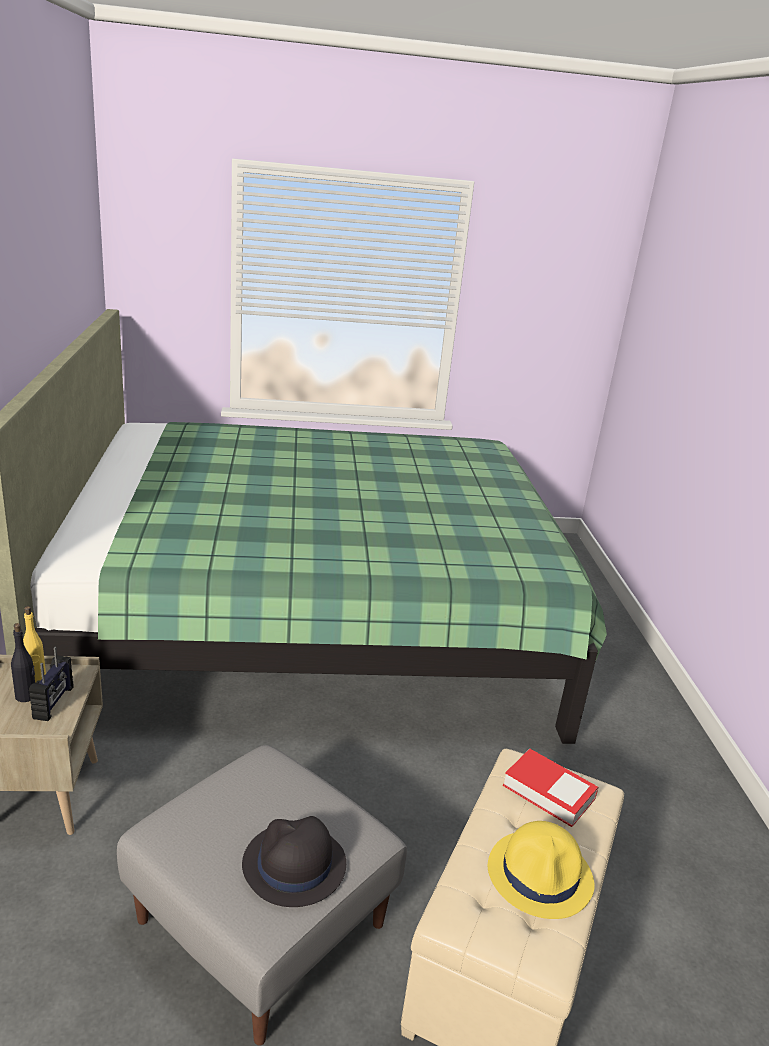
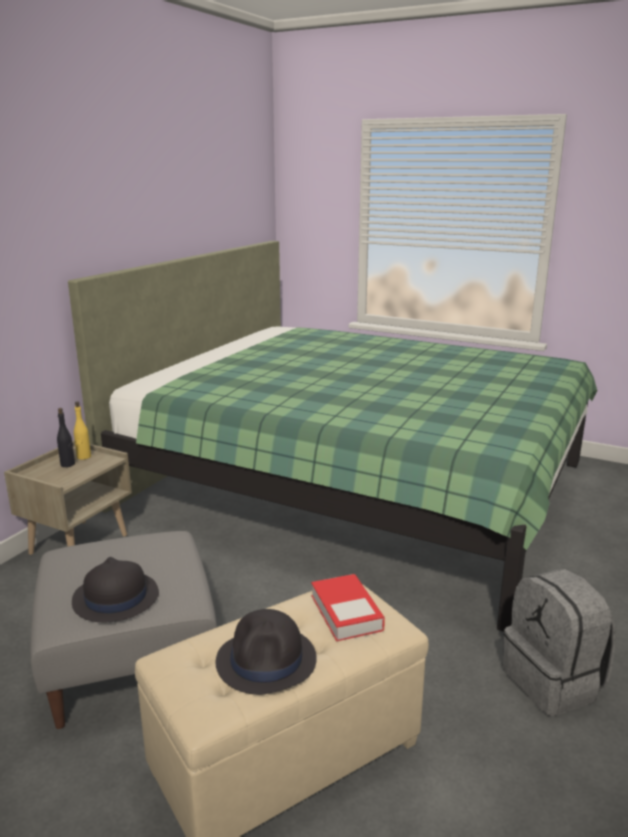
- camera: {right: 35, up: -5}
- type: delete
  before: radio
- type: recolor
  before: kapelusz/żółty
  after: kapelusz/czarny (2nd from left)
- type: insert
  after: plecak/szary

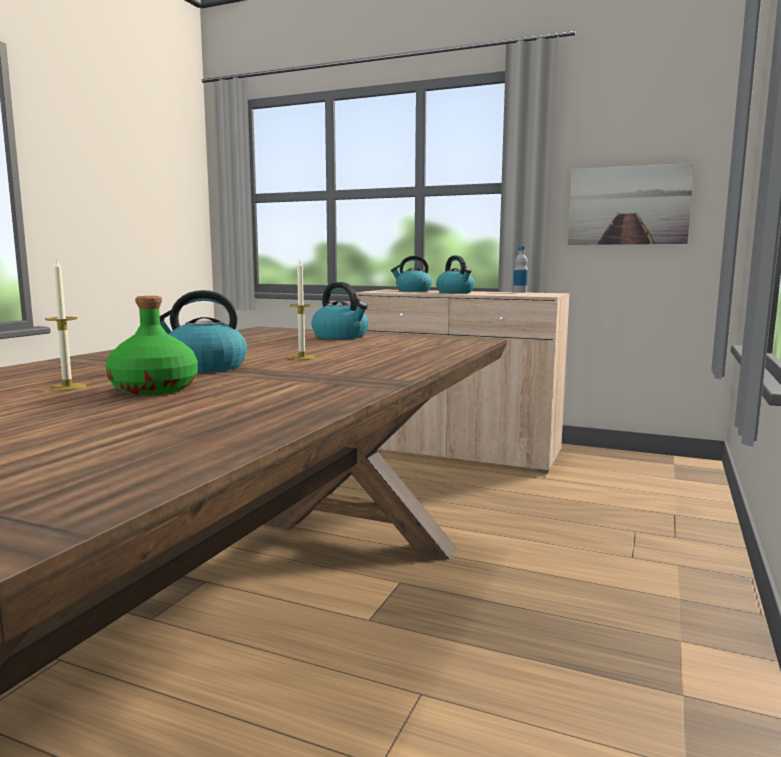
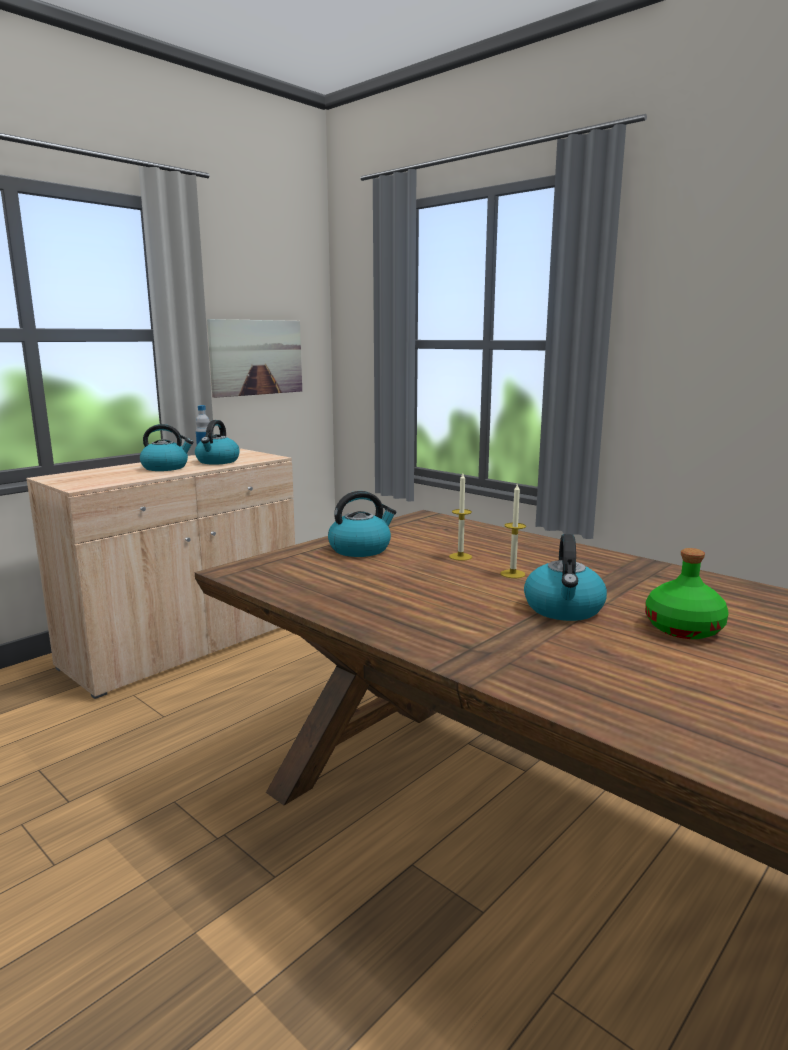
- camera: {right: -70, up: 5}
- type: move
  before: świeca (1st from left)
- type: move
  before: czajnik (3rd from left in the first image)
  after: czajnik (2nd from left)

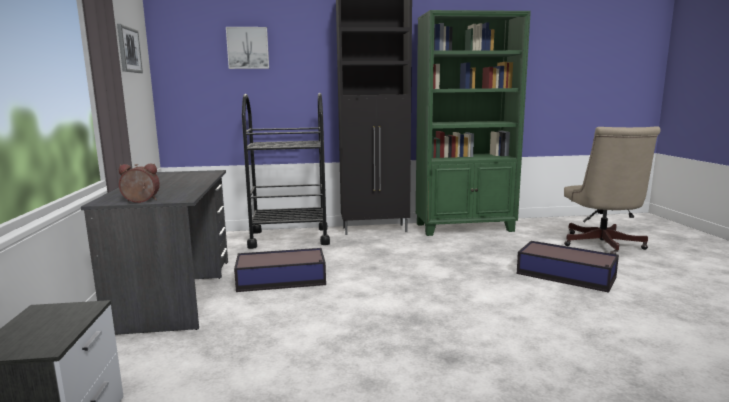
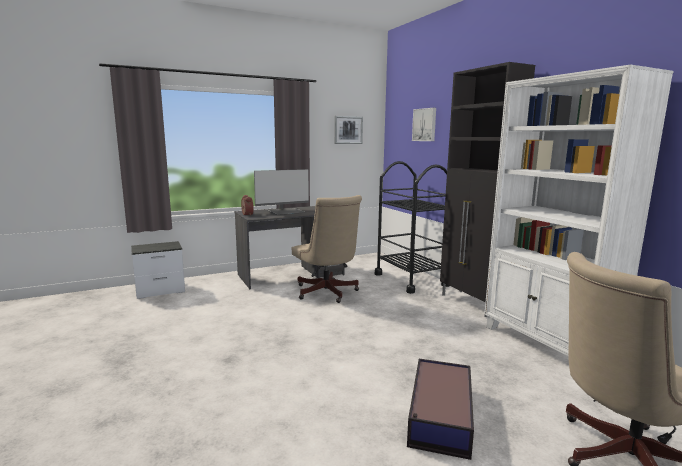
- camera: {right: 70, up: 0}
- type: replace
  before: pojemnik do przechowywania (1st from left)
  after: krzesło biurowe/beżowy (1st from left)
- type: recolor
  before: regał/zielony
  after: regał/biały
- type: insert
  after: monitor

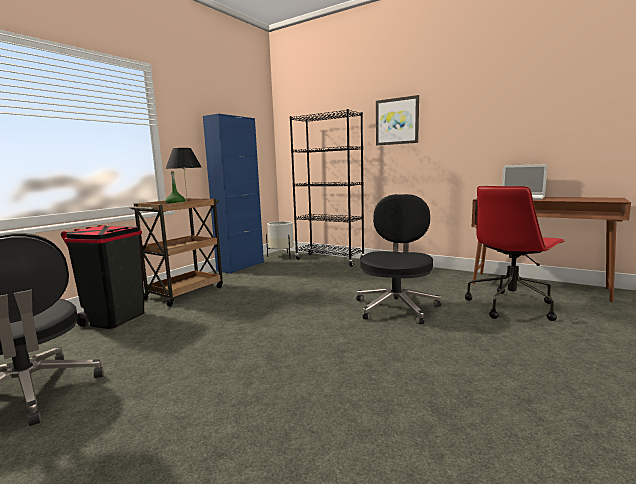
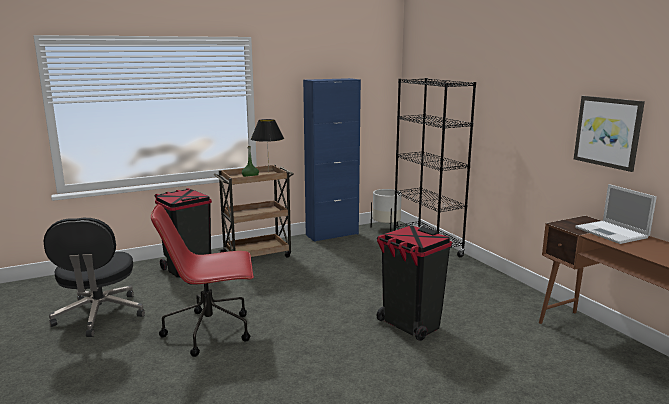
- camera: {right: 30, up: 5}
- type: replace
  before: krzesło biurowe/czarny (2nd from left)
  after: kosz na śmieci/czarny (2nd from left)
- type: move
  before: obraz
- type: move
  before: krzesło biurowe/czerwony

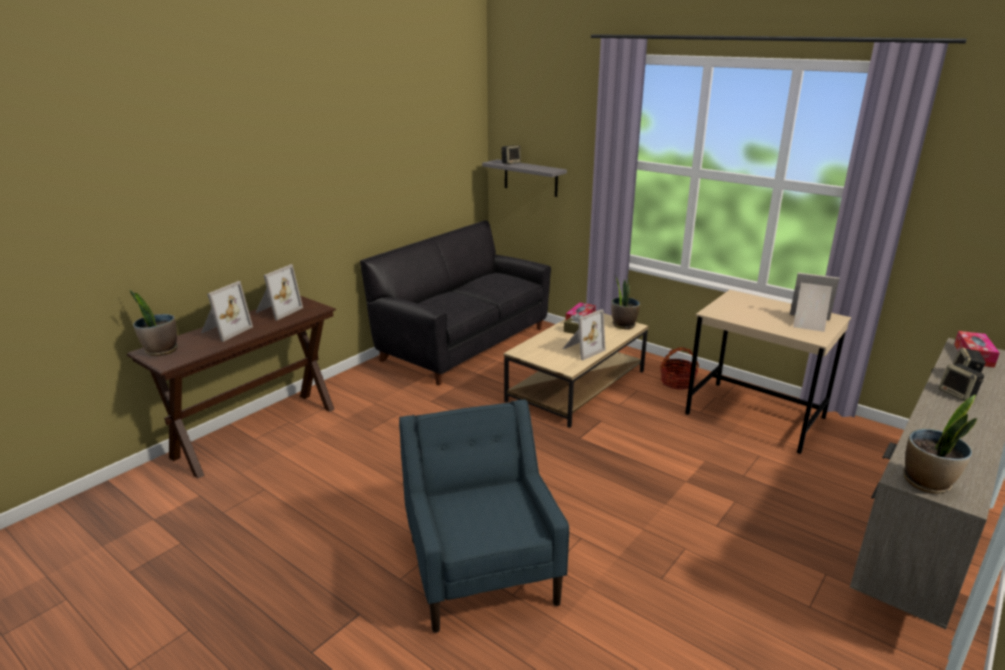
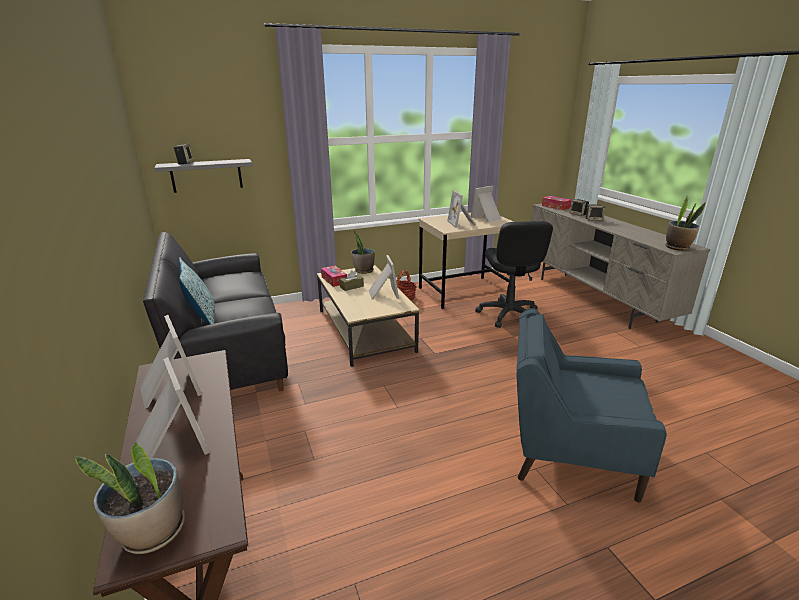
- camera: {right: -60, up: 0}
- type: insert
  after: poduszka
- type: insert
  after: ramka na zdjęcie (4th from left)
- type: insert
  after: krzesło biurowe/czarny

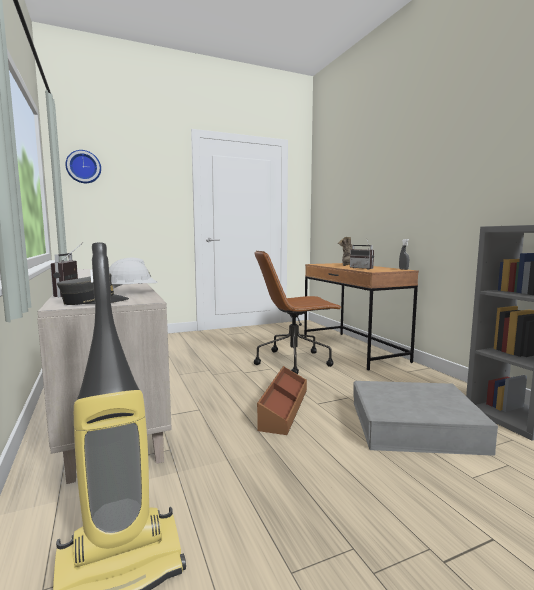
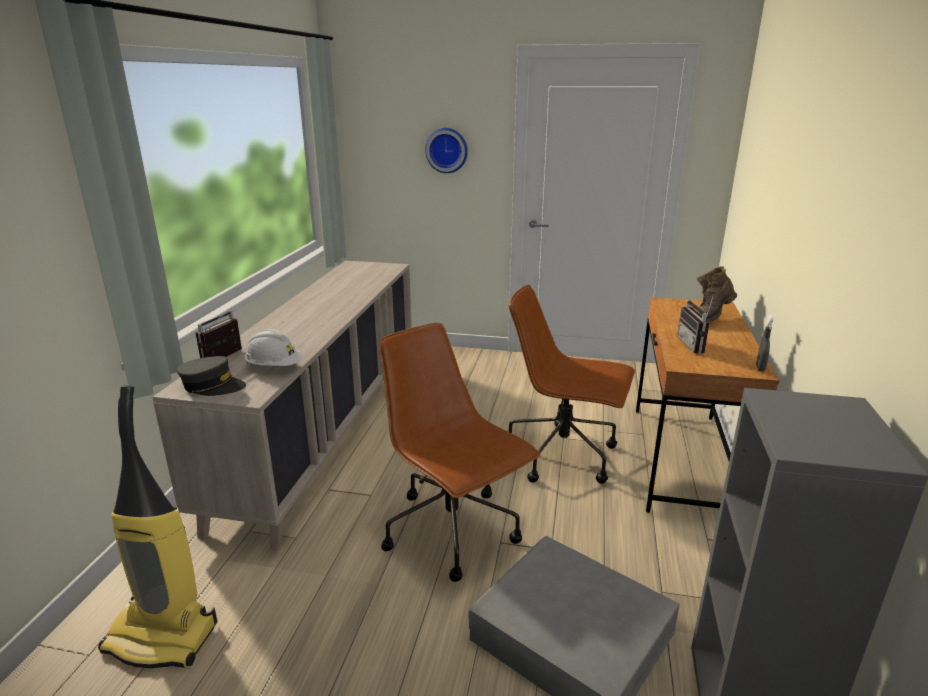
- camera: {right: 35, up: 15}
- type: move
  before: zegar ścienny
- type: replace
  before: pojemnik do przechowywania/brązowy
  after: krzesło biurowe/brązowy (1st from left)

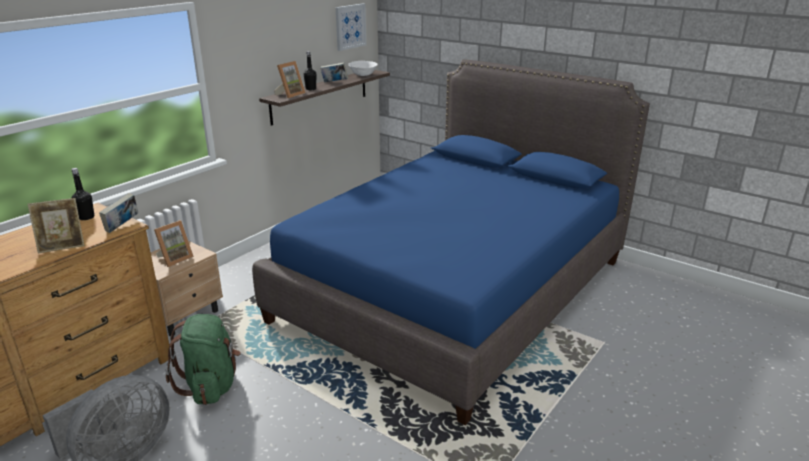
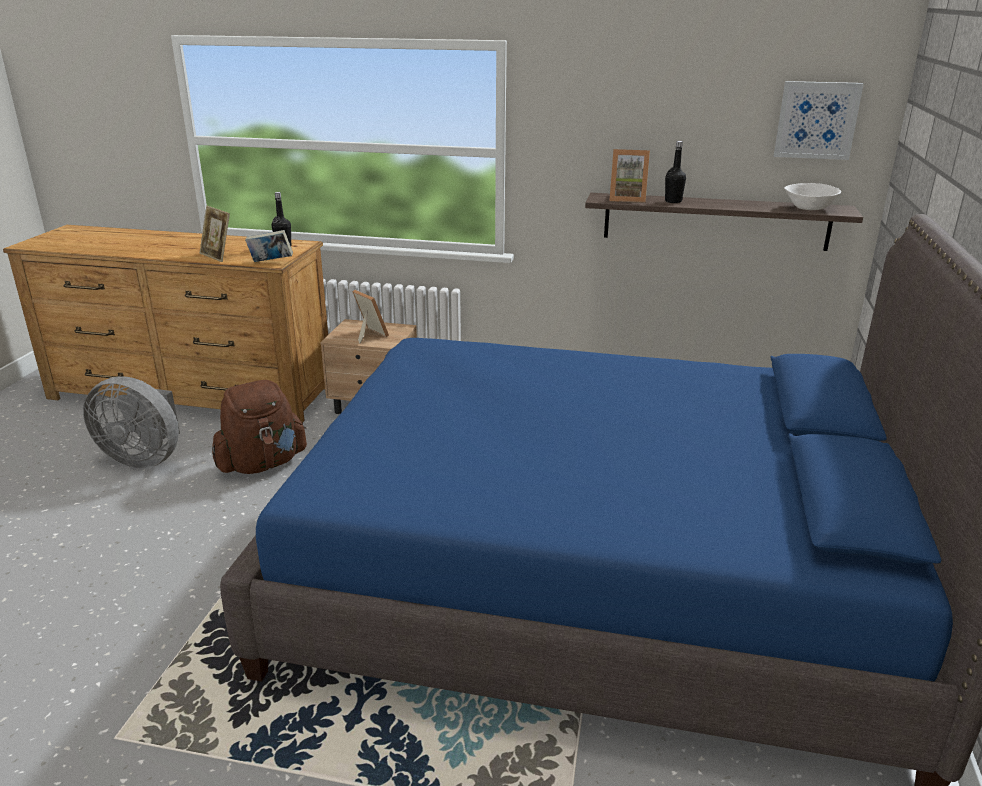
- camera: {right: 65, up: 0}
- type: rotate
  before: ramka na zdjęcie (2nd from left)
  turn: -150
- type: recolor
  before: plecak/zielony
  after: plecak/brązowy
- type: delete
  before: książka (2nd from left)

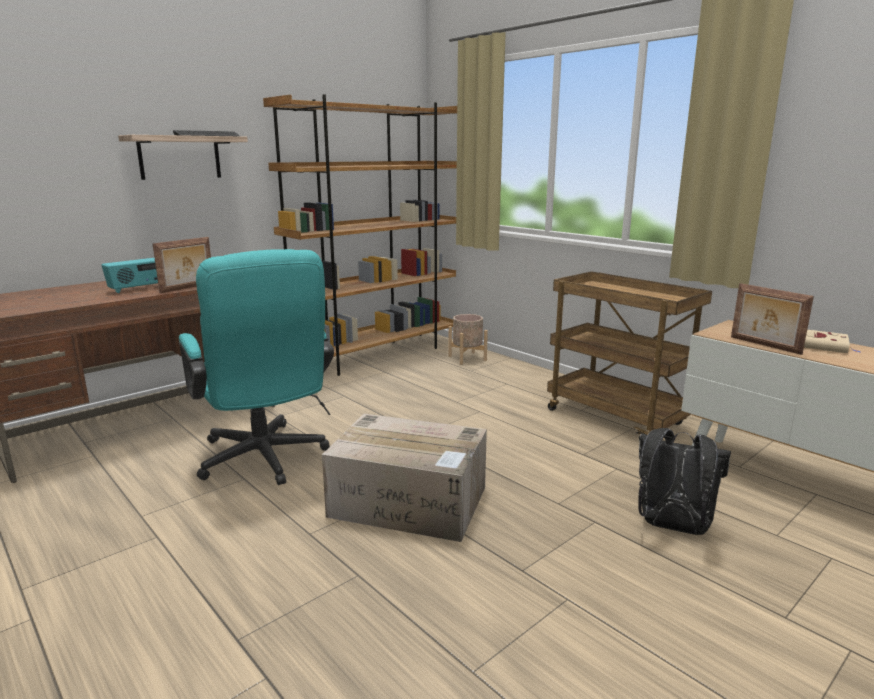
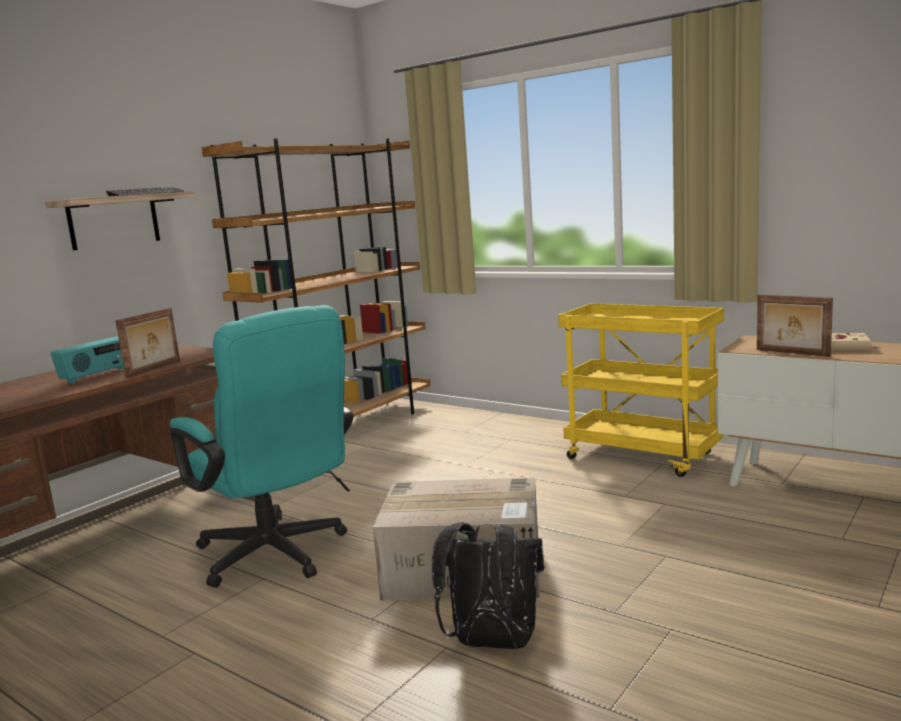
- camera: {right: -10, up: -5}
- type: delete
  before: donica/beżowy
- type: recolor
  before: wózek/brązowy
  after: wózek/żółty
- type: move
  before: plecak/czarny

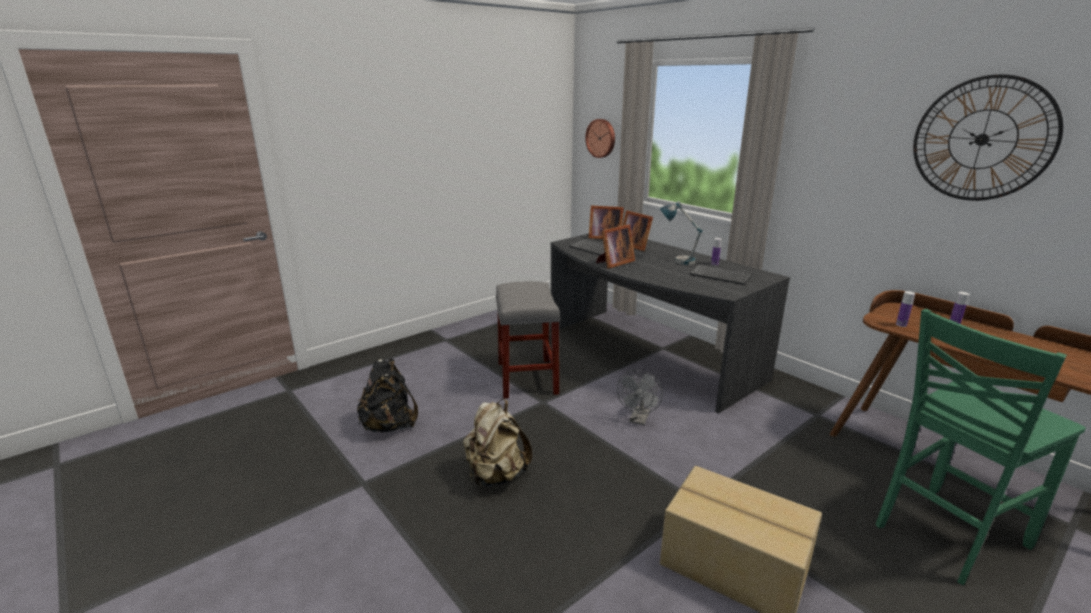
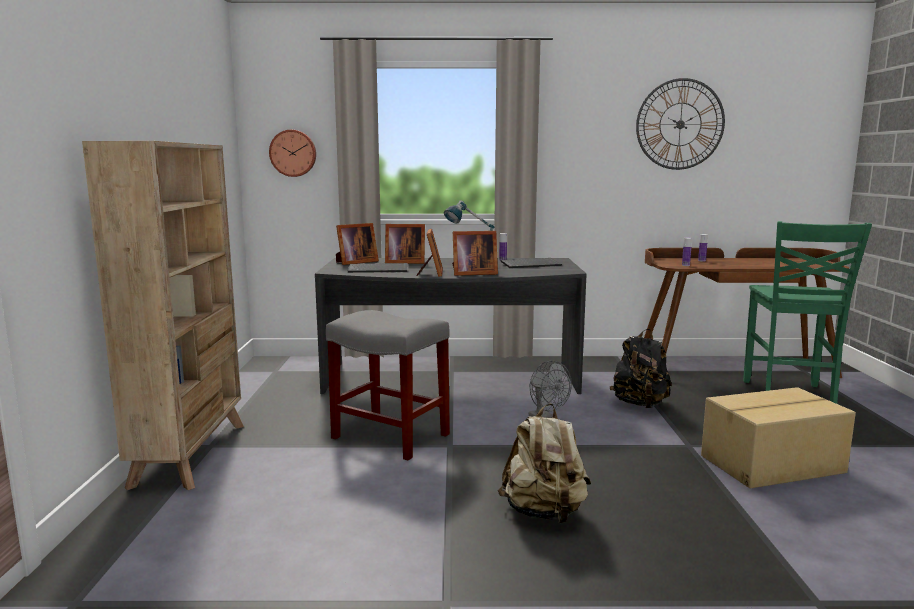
- camera: {right: -50, up: -10}
- type: move
  before: plecak/czarny
- type: insert
  after: regał/beżowy
- type: insert
  after: ramka na zdjęcie (4th from left)

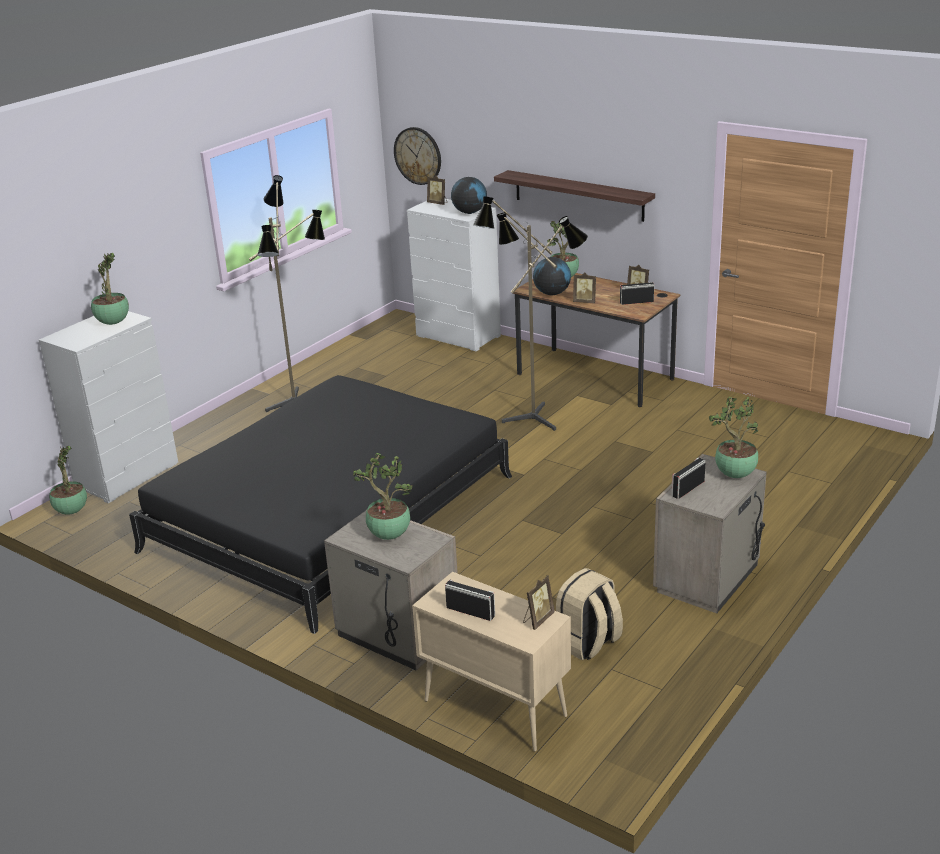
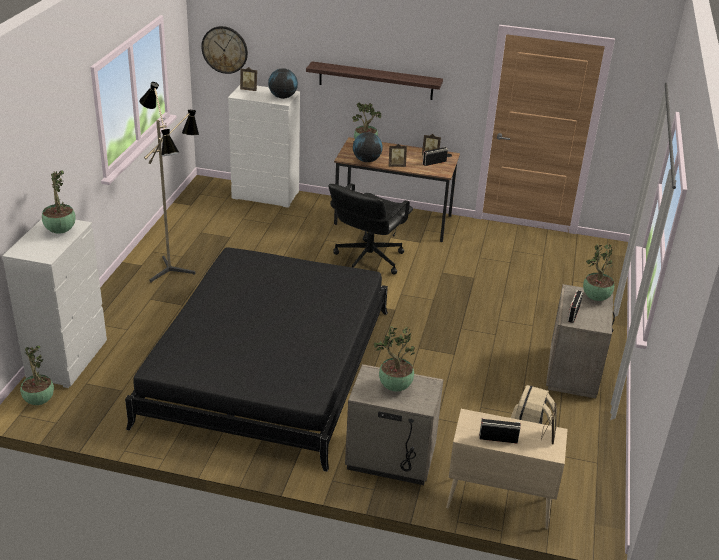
- camera: {right: -25, up: 5}
- type: replace
  before: lampa stojąca (2nd from left)
  after: krzesło biurowe/czarny

